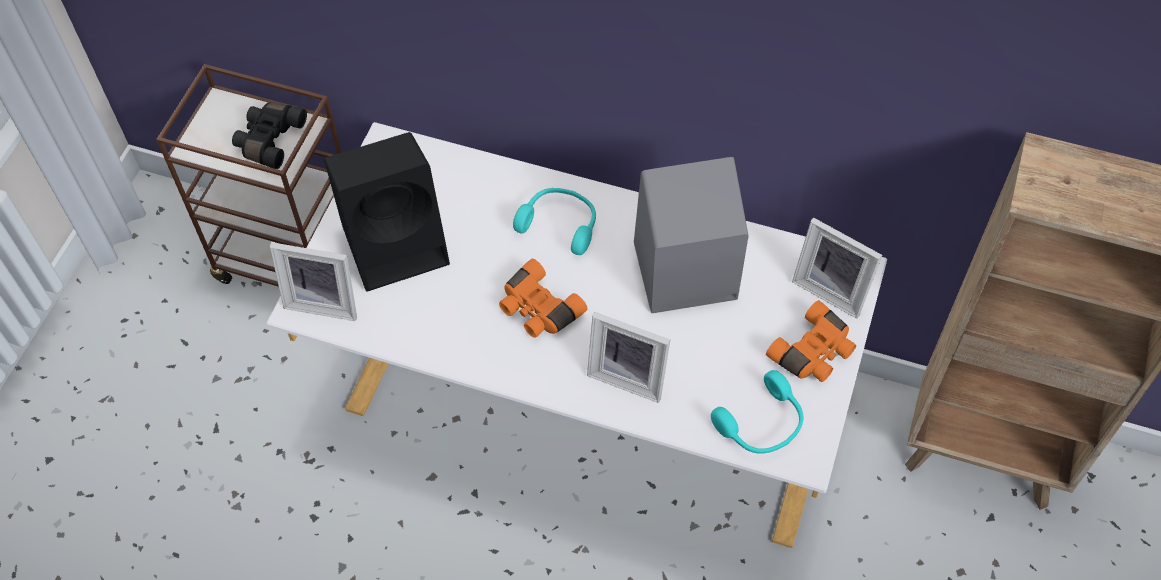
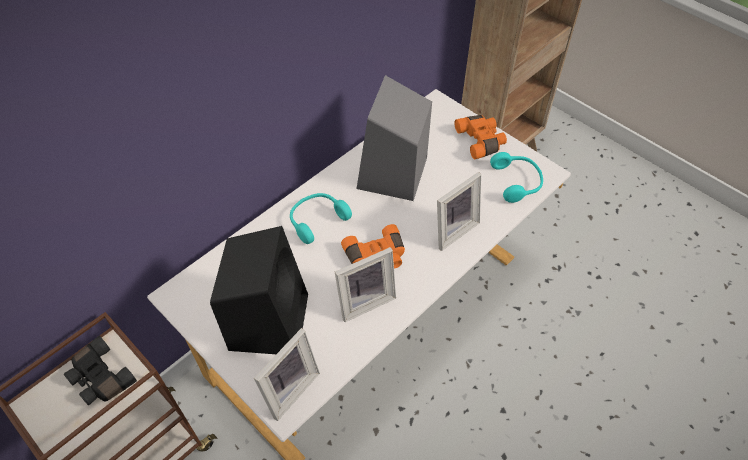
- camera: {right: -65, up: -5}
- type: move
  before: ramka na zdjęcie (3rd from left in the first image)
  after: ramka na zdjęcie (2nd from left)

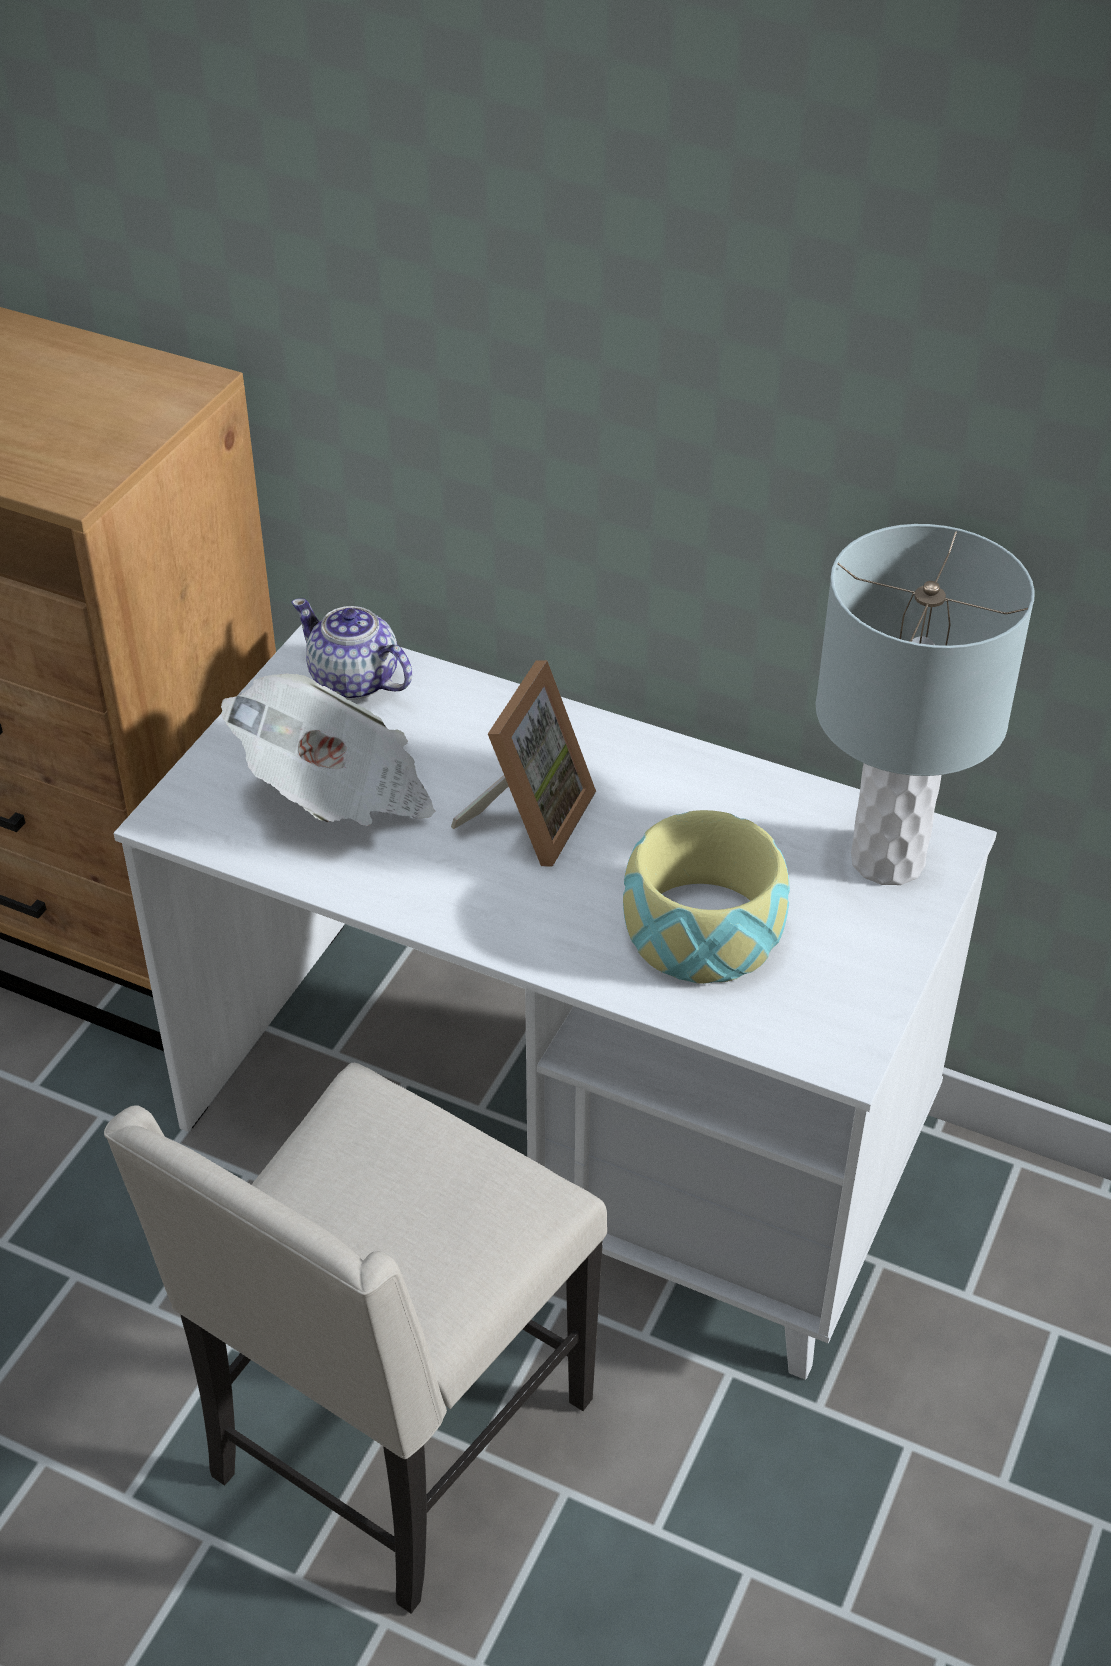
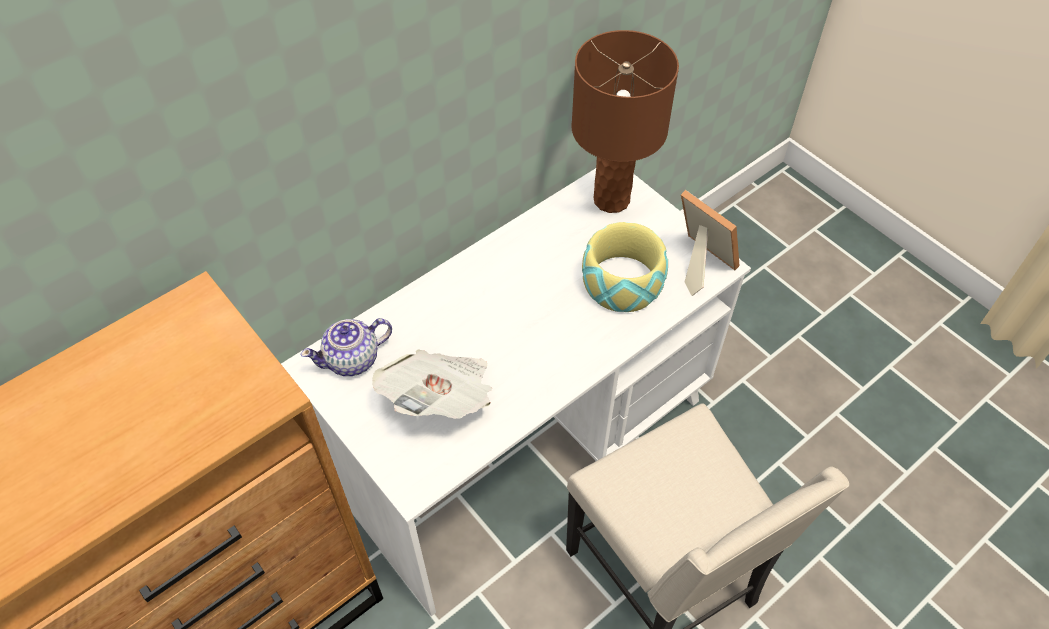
- camera: {right: -65, up: 10}
- type: move
  before: ramka na zdjęcie
- type: recolor
  before: lampa stołowa/szary
  after: lampa stołowa/brązowy

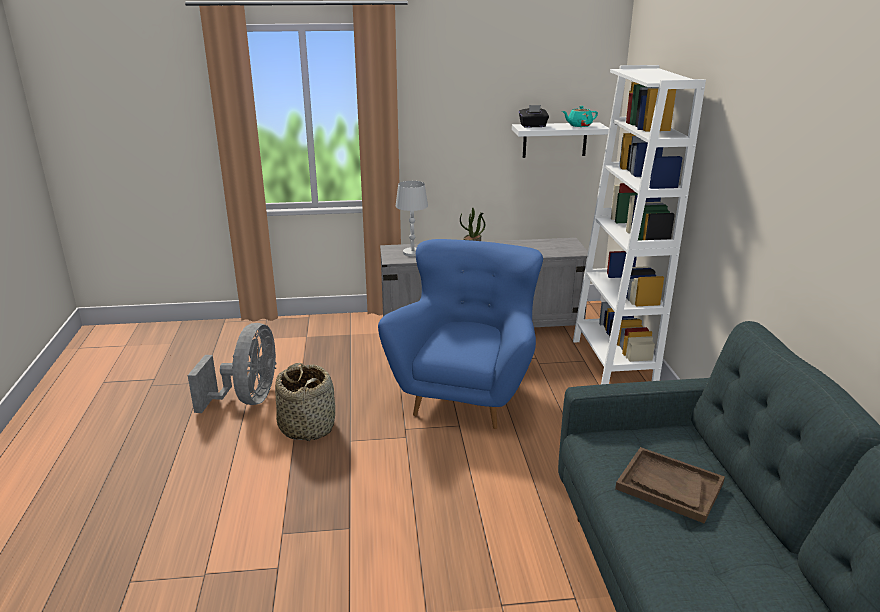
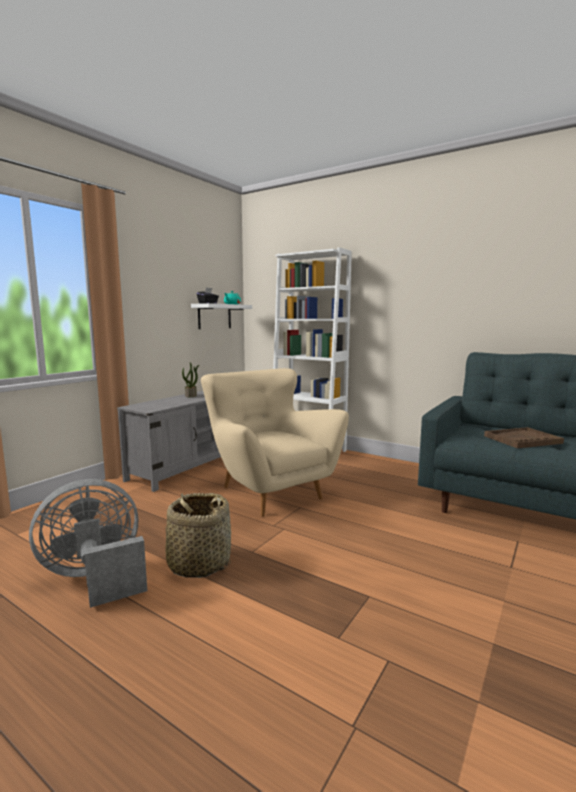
- camera: {right: -50, up: -15}
- type: rotate
  before: wentylator/szary
  turn: -75
- type: recolor
  before: fotel/niebieski
  after: fotel/beżowy
- type: delete
  before: lampa stołowa/biały

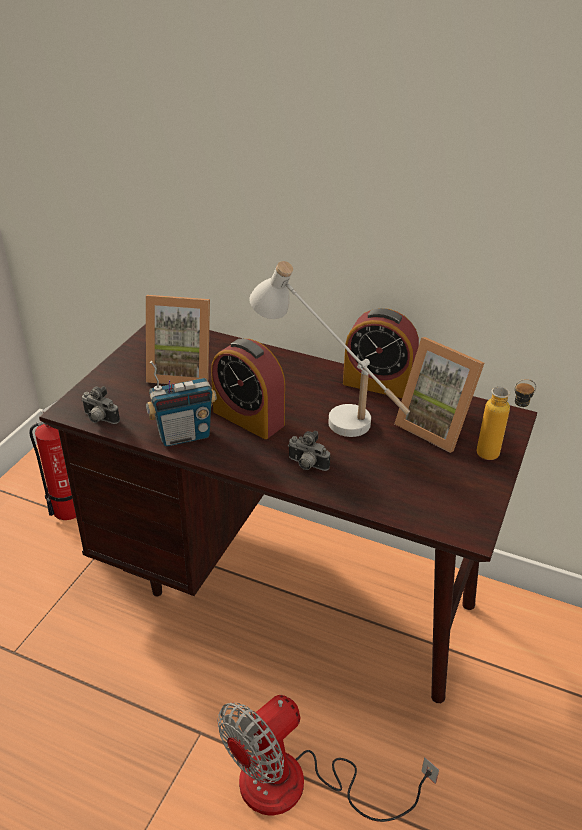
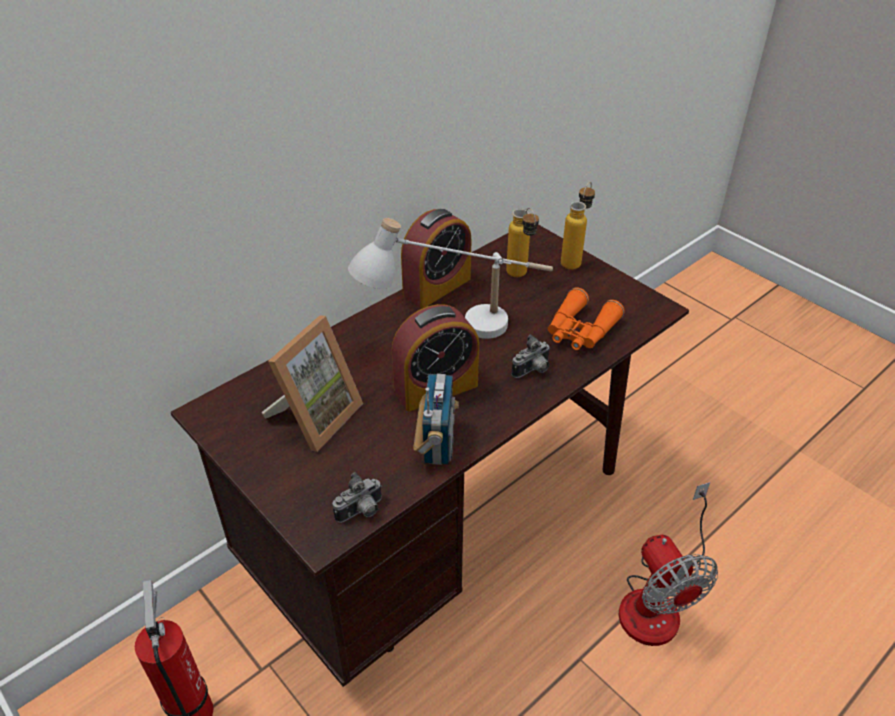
- camera: {right: -65, up: 5}
- type: replace
  before: ramka na zdjęcie (2nd from left)
  after: butelka (1st from left)
- type: insert
  after: lornetka/pomarańczowy

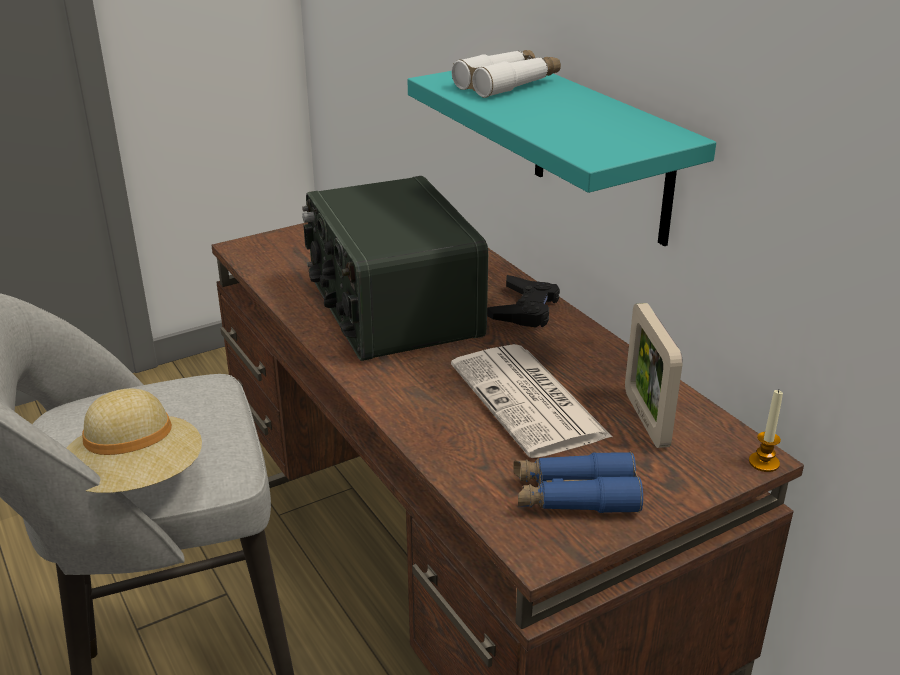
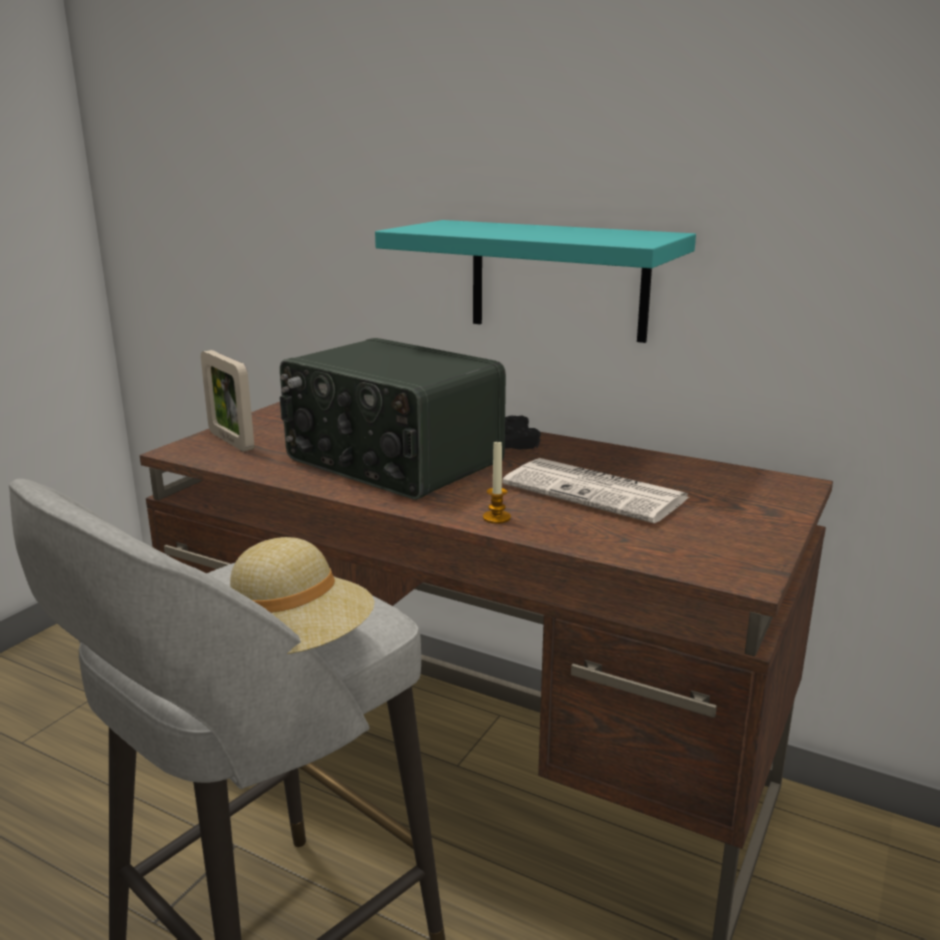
- camera: {right: -30, up: -10}
- type: delete
  before: lornetka/biały
- type: delete
  before: lornetka/niebieski
- type: move
  before: ramka na zdjęcie
- type: move
  before: świeca

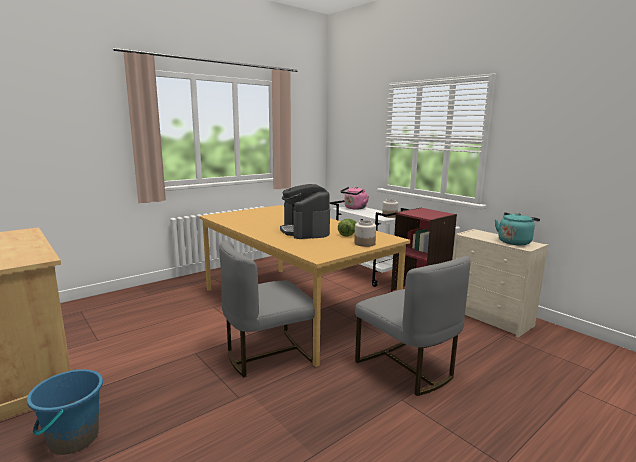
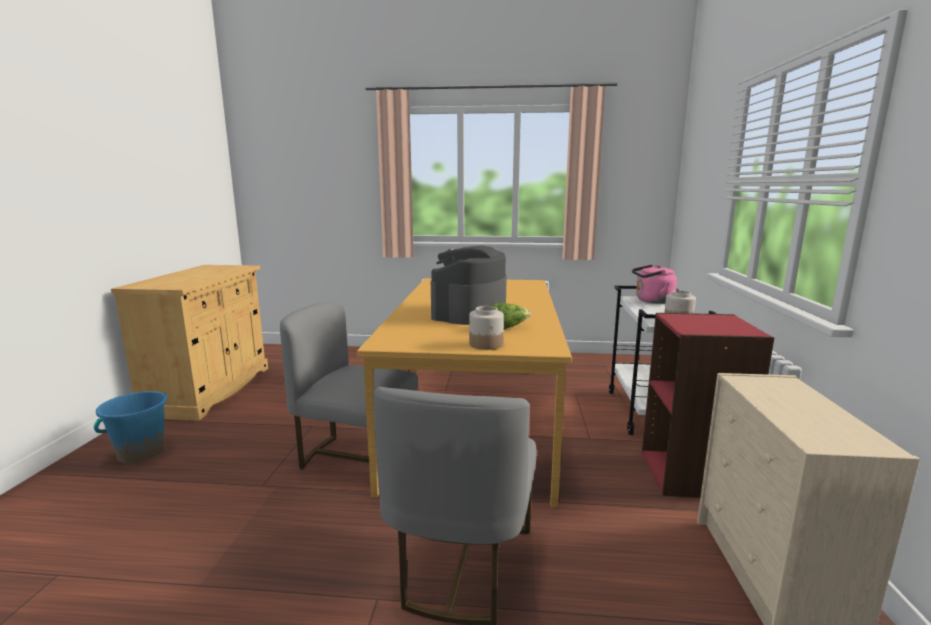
- camera: {right: 45, up: 0}
- type: delete
  before: czajnik/turkusowy

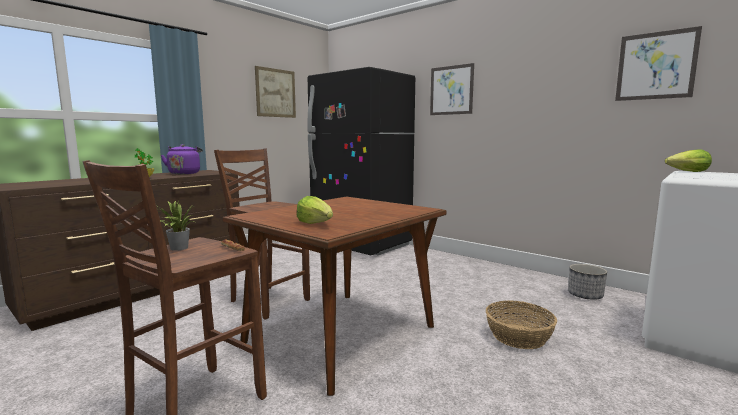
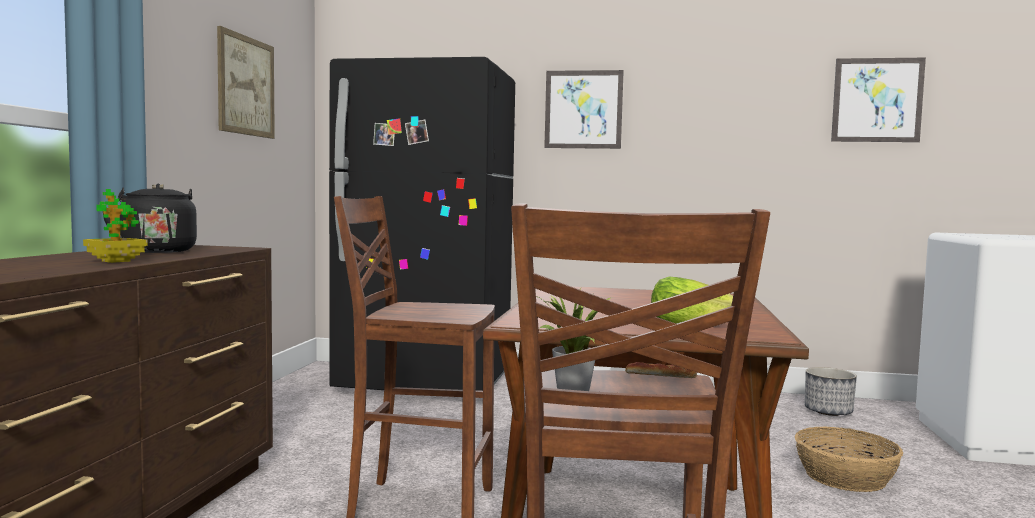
- camera: {right: -30, up: -5}
- type: recolor
  before: czajnik/fioletowy
  after: czajnik/czarny
- type: delete
  before: sałata (2nd from left)

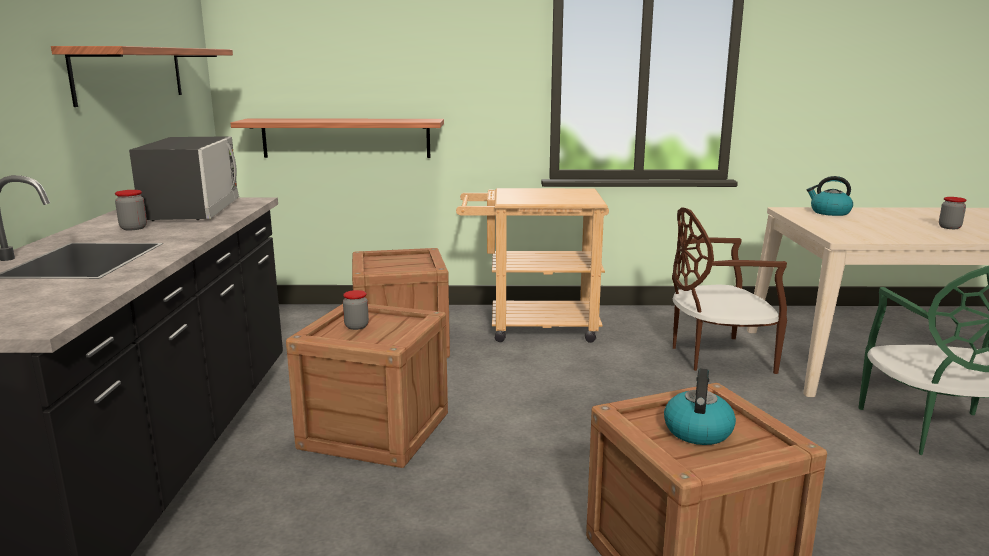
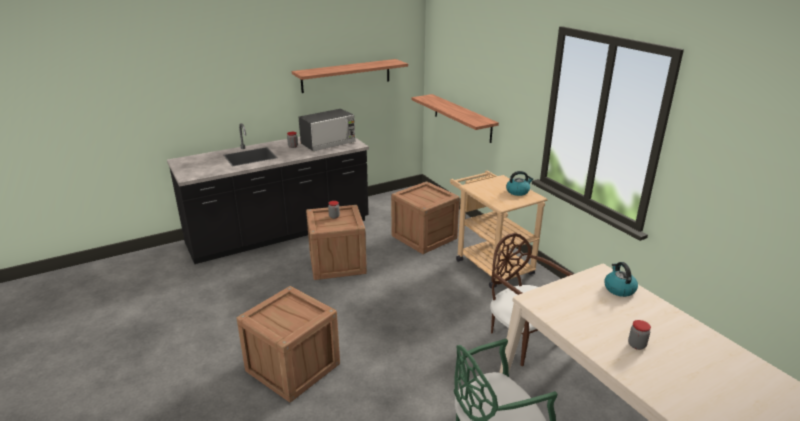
- camera: {right: 60, up: 10}
- type: move
  before: czajnik (1st from left)

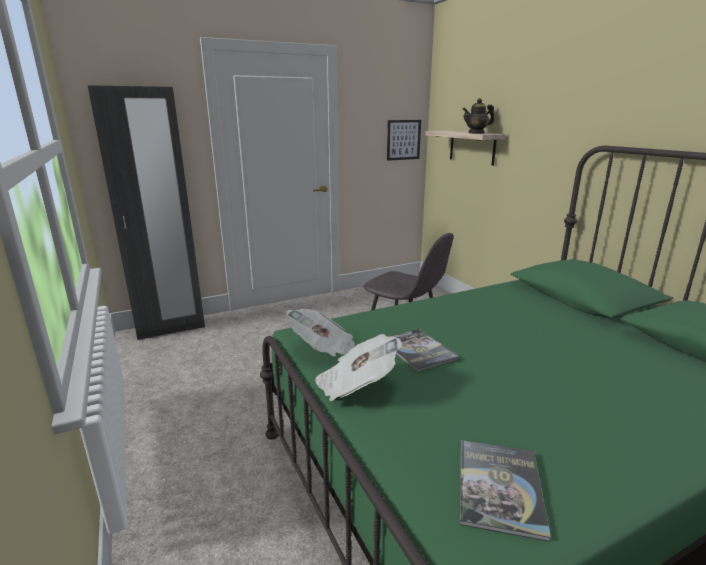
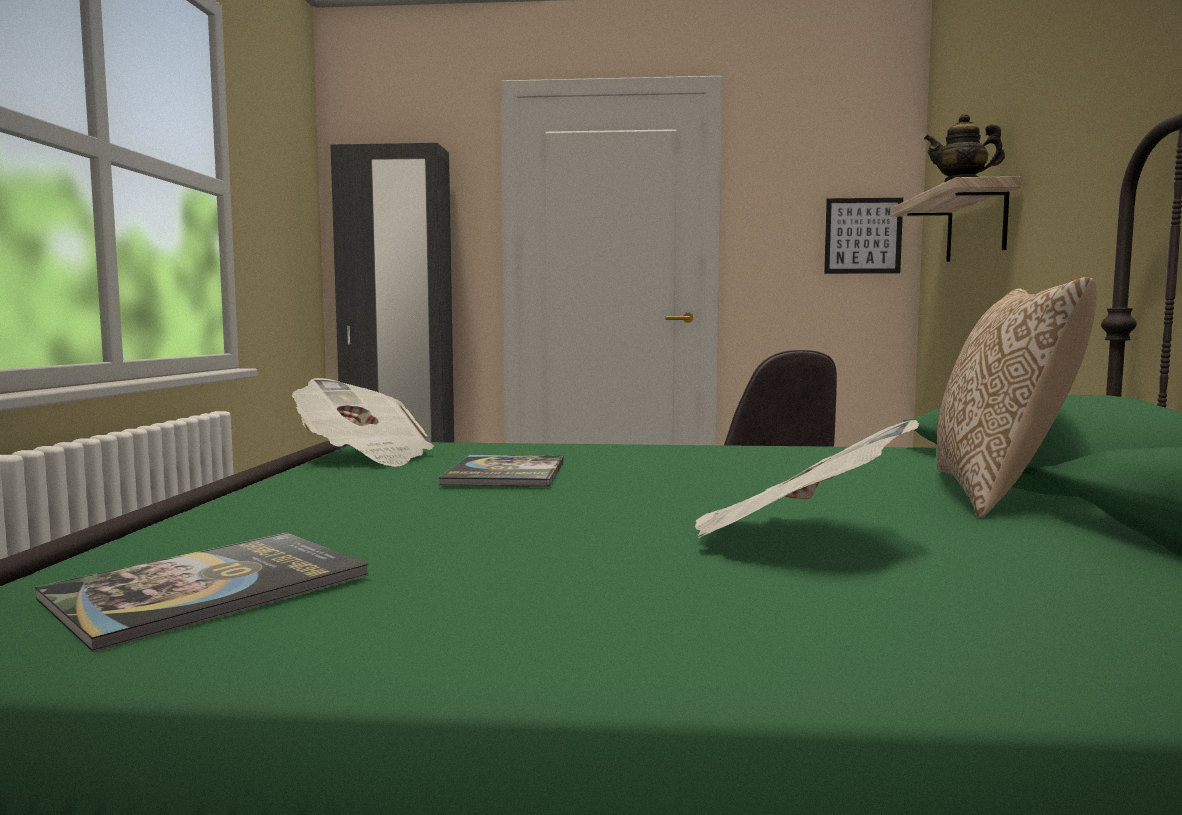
- camera: {right: 30, up: -15}
- type: move
  before: gazeta (2nd from left)
- type: insert
  after: poduszka

